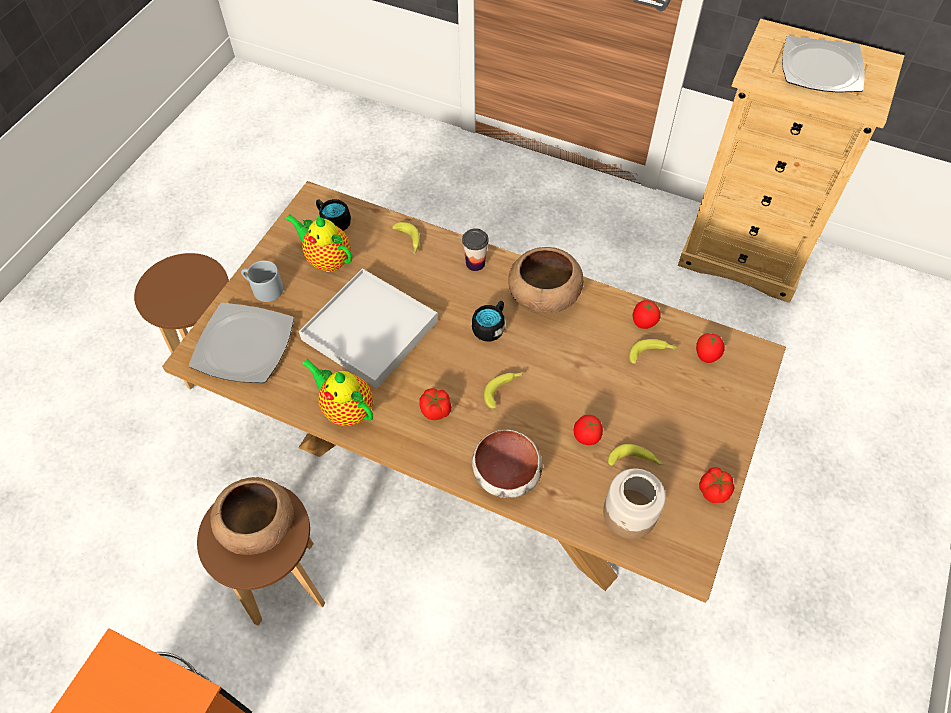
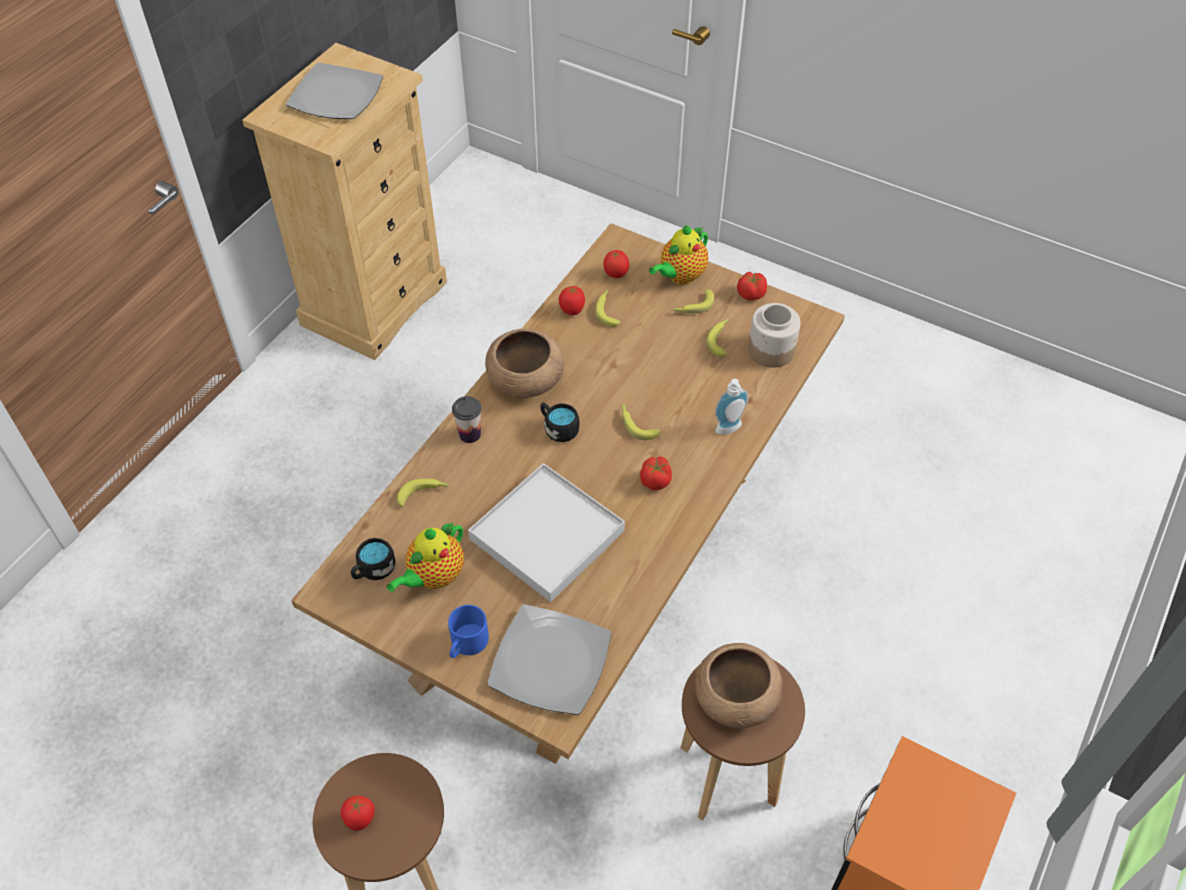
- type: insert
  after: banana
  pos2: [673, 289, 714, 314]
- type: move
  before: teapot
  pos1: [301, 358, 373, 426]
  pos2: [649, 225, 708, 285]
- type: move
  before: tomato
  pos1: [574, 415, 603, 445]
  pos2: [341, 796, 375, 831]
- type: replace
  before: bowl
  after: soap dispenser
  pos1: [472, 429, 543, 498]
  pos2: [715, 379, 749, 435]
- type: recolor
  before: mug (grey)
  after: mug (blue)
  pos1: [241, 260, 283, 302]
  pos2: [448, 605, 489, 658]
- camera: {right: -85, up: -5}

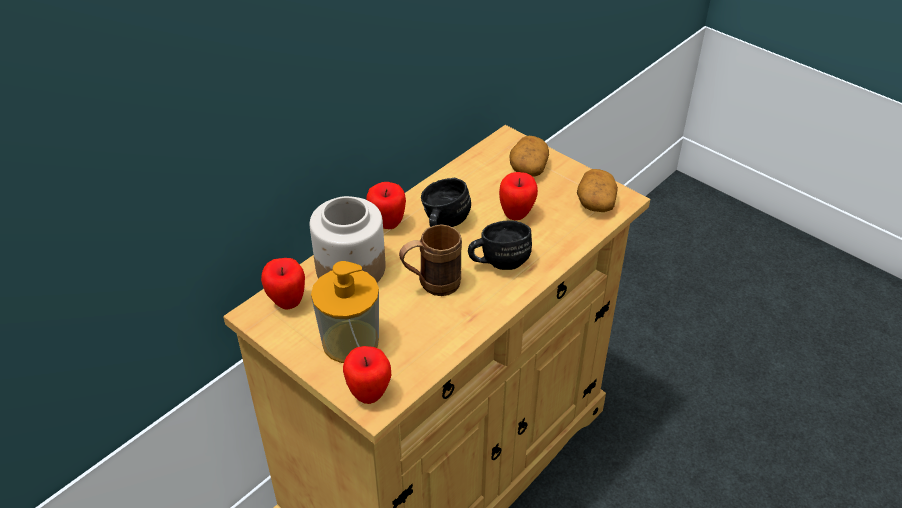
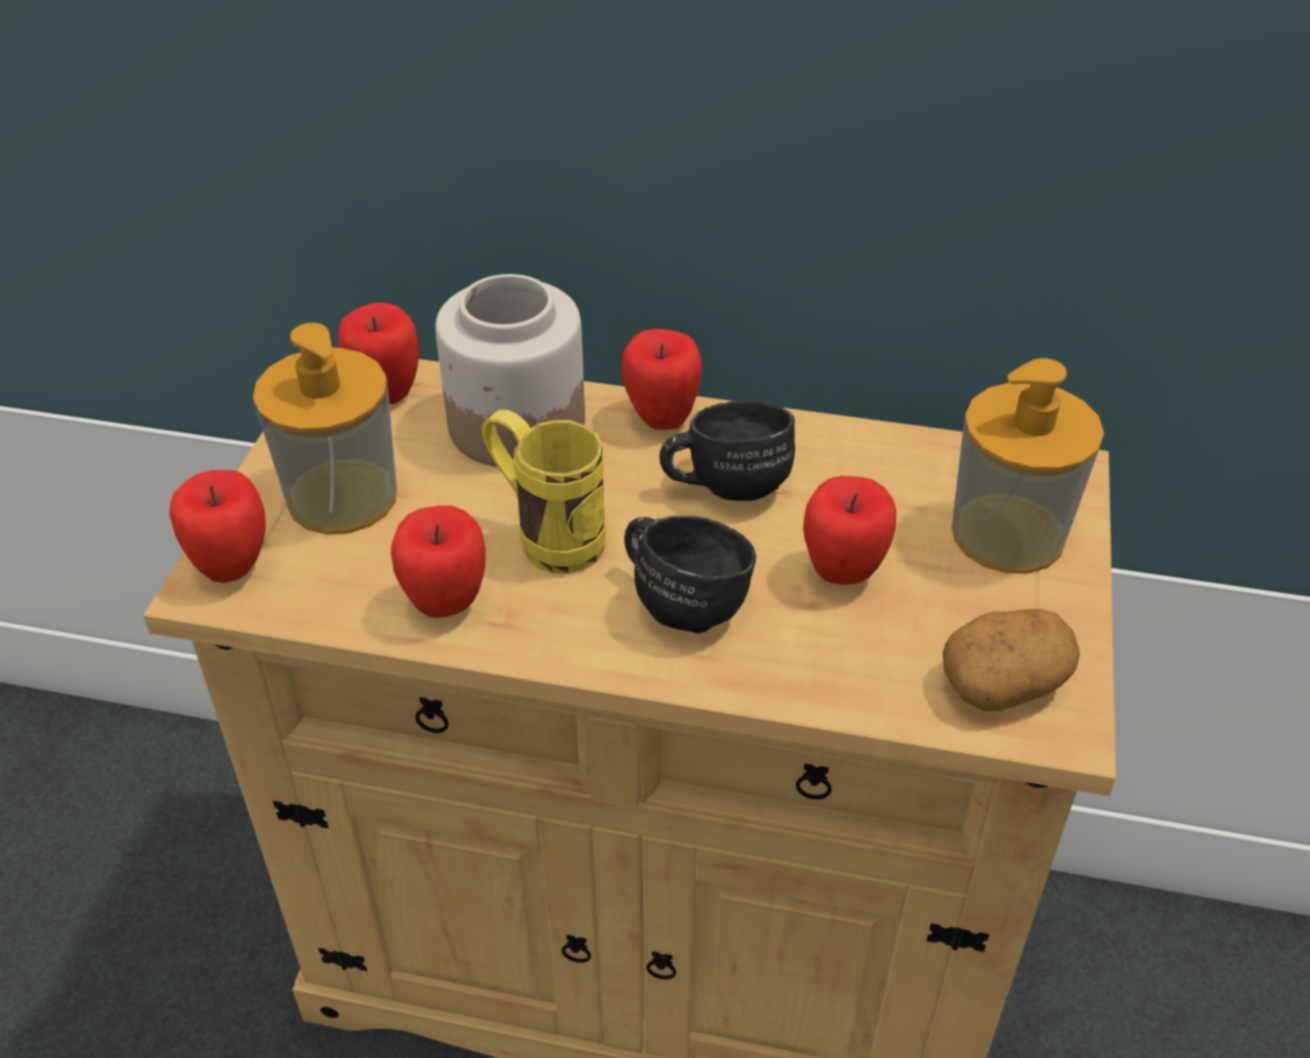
- type: insert
  after: apple
  pos2: [391, 505, 486, 618]
- type: replace
  before: potato
  after: soap dispenser
  pos1: [509, 136, 549, 177]
  pos2: [952, 358, 1104, 574]
- type: recolor
  before: mug (brown)
  after: mug (yellow)
  pos1: [399, 224, 462, 296]
  pos2: [481, 410, 606, 574]
- camera: {right: 60, up: 0}

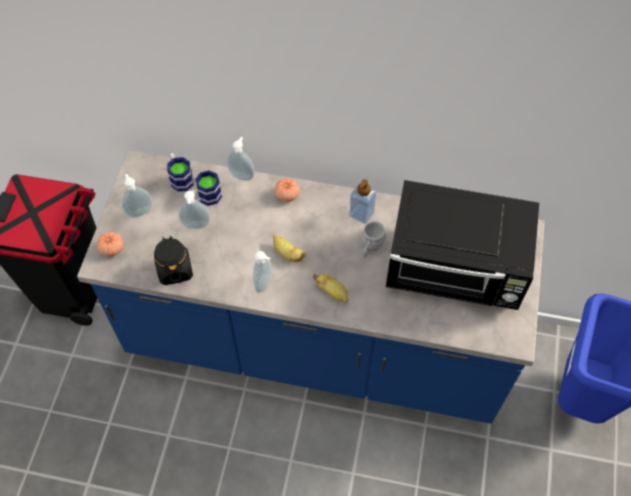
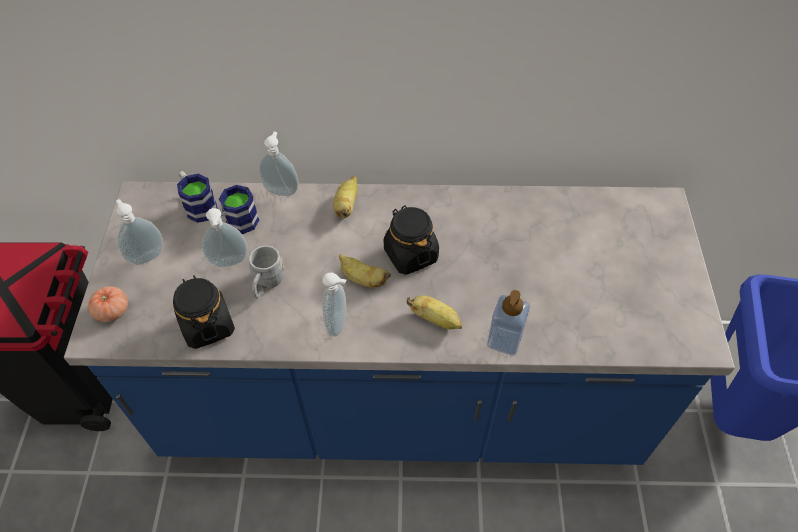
- type: delete
  before: microwave (black)
  pos1: [386, 180, 539, 310]
- type: insert
  after: jar (black)
  pos2: [384, 205, 439, 275]
- type: move
  before: soap dispenser
  pos1: [349, 179, 377, 224]
  pos2: [487, 290, 530, 355]
- type: move
  before: mug (grey)
  pos1: [362, 221, 386, 258]
  pos2: [249, 246, 284, 299]
- type: replace
  before: tomato
  after: banana
  pos1: [274, 178, 300, 202]
  pos2: [333, 176, 358, 218]
- camera: {right: -10, up: -5}

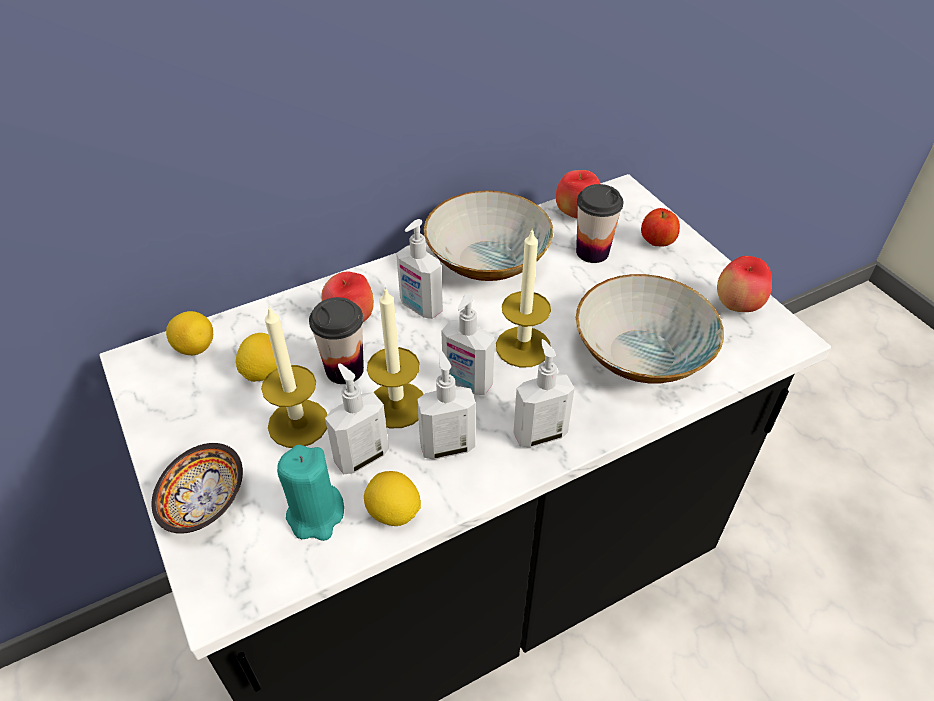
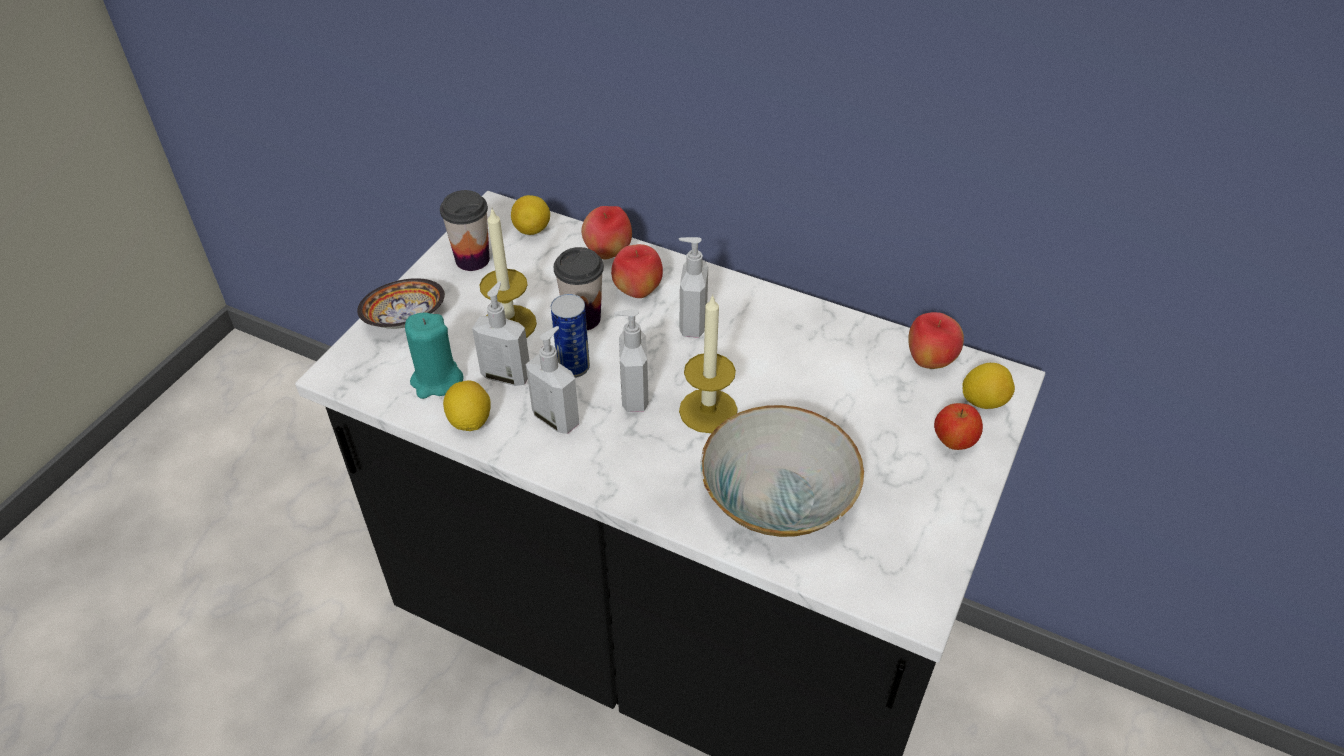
- type: delete
  before: bowl
  pos1: [424, 190, 553, 281]
- type: delete
  before: soap dispenser
  pos1: [513, 339, 575, 448]
- type: move
  before: lemon
  pos1: [236, 333, 277, 382]
  pos2: [962, 363, 1015, 409]
- type: move
  before: cup
  pos1: [576, 184, 623, 263]
  pos2: [440, 190, 490, 271]
- type: move
  before: apple
  pos1: [717, 256, 772, 312]
  pos2: [581, 206, 632, 259]
- type: replace
  before: candle
  after: can
  pos1: [367, 287, 424, 428]
  pos2: [551, 294, 590, 378]
- camera: {right: 55, up: 0}

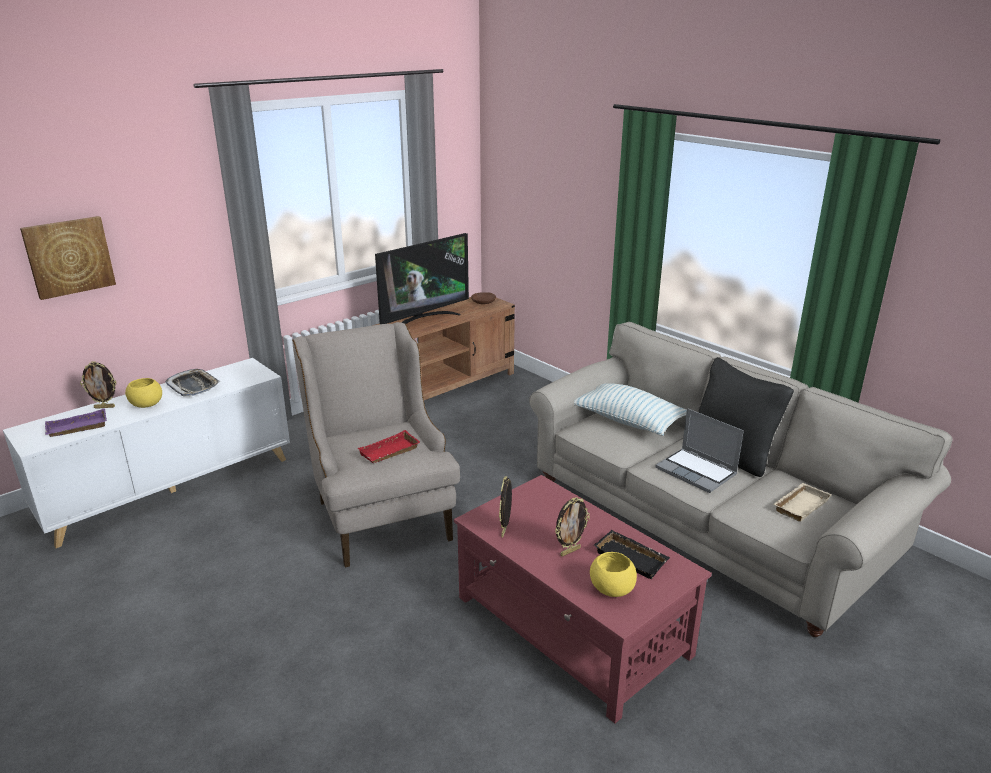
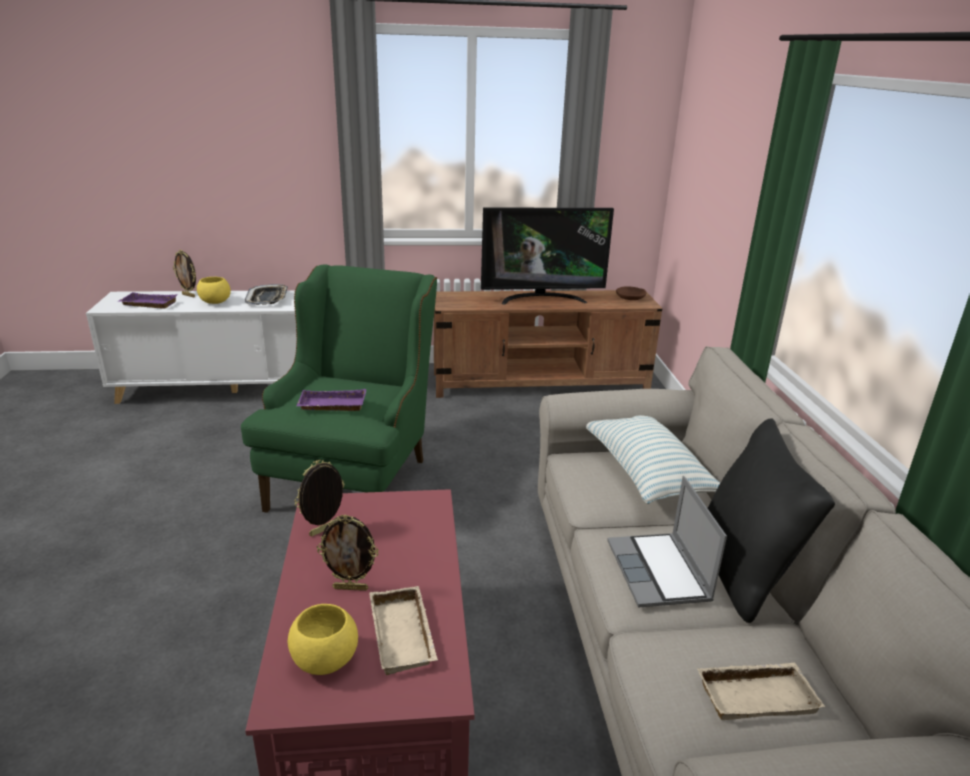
- type: delete
  before: picture
  pos1: [20, 216, 116, 300]
- type: recolor
  before: armchair (beige)
  after: armchair (green)
  pos1: [292, 322, 460, 568]
  pos2: [241, 264, 437, 513]
- type: recolor
  before: tray (red)
  after: tray (purple)
  pos1: [358, 430, 420, 463]
  pos2: [296, 389, 366, 411]
- type: recolor
  before: tray (black)
  after: tray (beige)
  pos1: [594, 530, 670, 579]
  pos2: [370, 586, 438, 675]
- camera: {right: 35, up: 0}

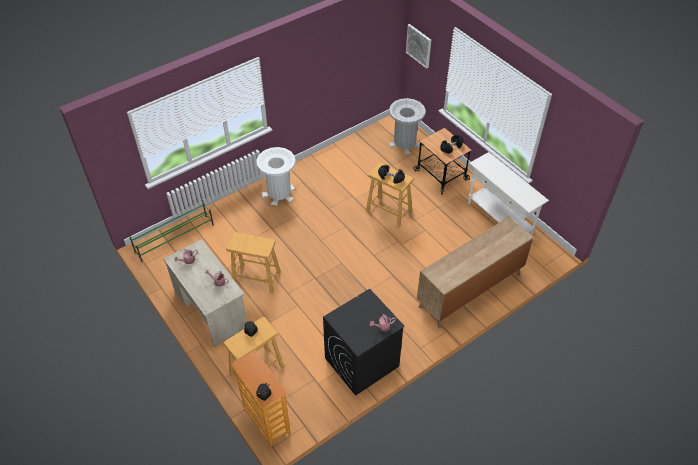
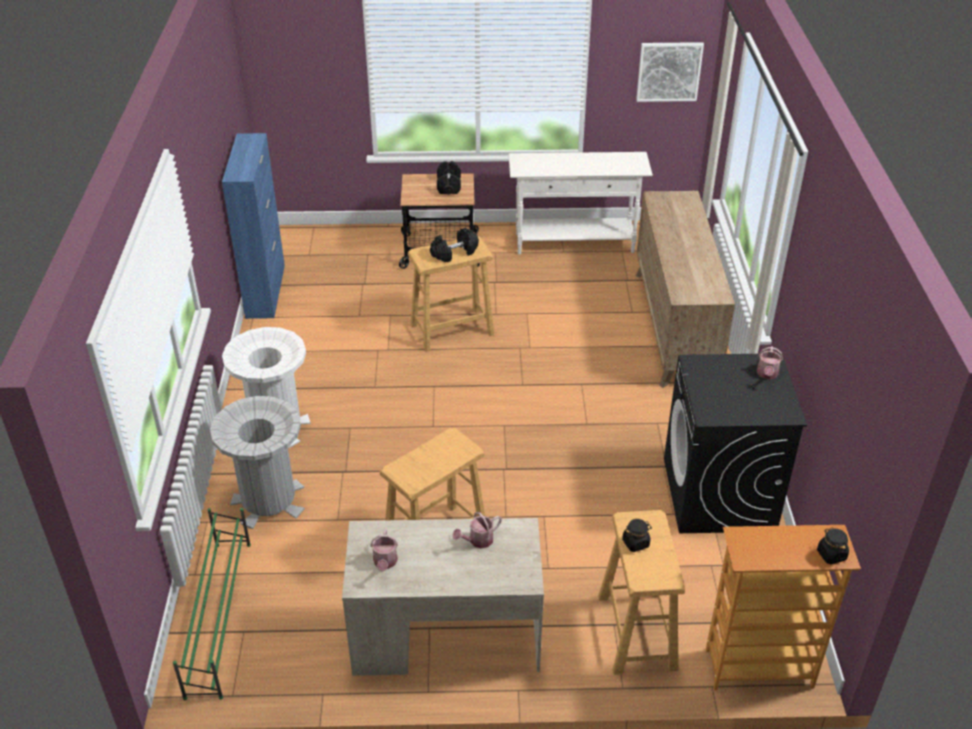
- type: insert
  after: cabinet (blue)
  pos2: [222, 133, 285, 319]
- type: move
  before: trash can (grey)
  pos1: [389, 98, 426, 154]
  pos2: [210, 396, 304, 529]
- type: move
  before: picture
  pos1: [406, 24, 431, 69]
  pos2: [636, 42, 704, 102]
- camera: {right: -55, up: -10}

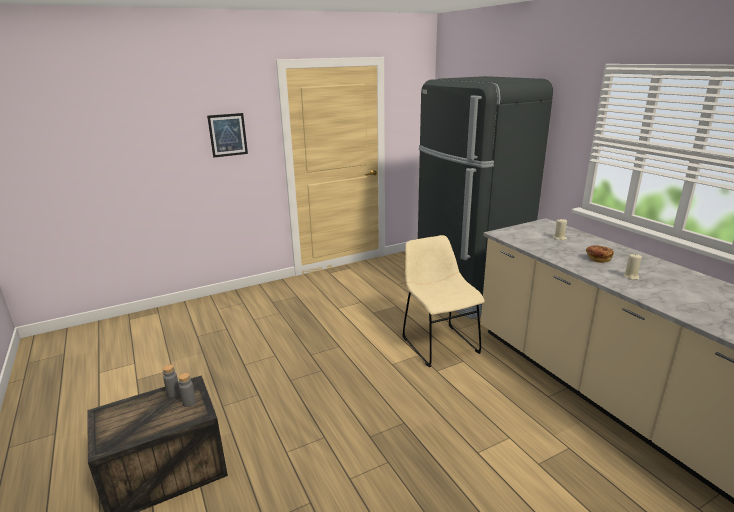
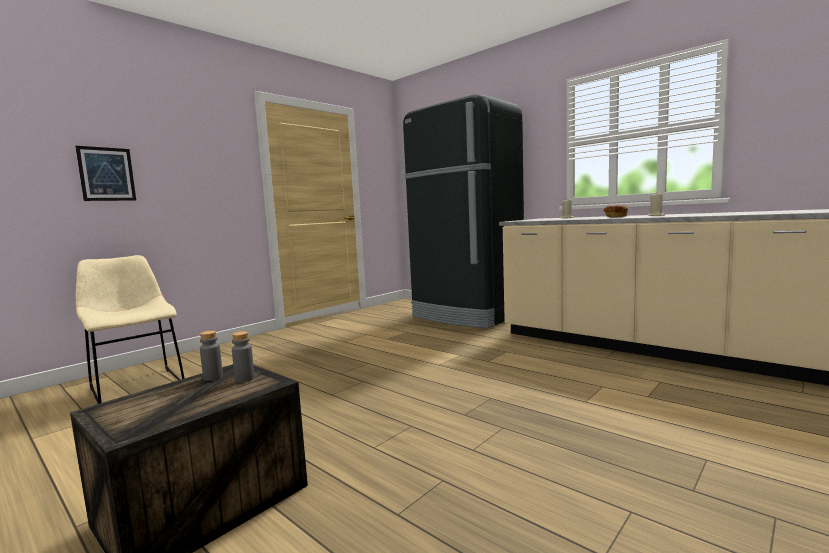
- type: move
  before: picture
  pos1: [207, 113, 248, 158]
  pos2: [75, 146, 136, 201]
- type: move
  before: chair (beige)
  pos1: [402, 235, 485, 367]
  pos2: [75, 255, 185, 404]
- camera: {right: -20, up: -15}

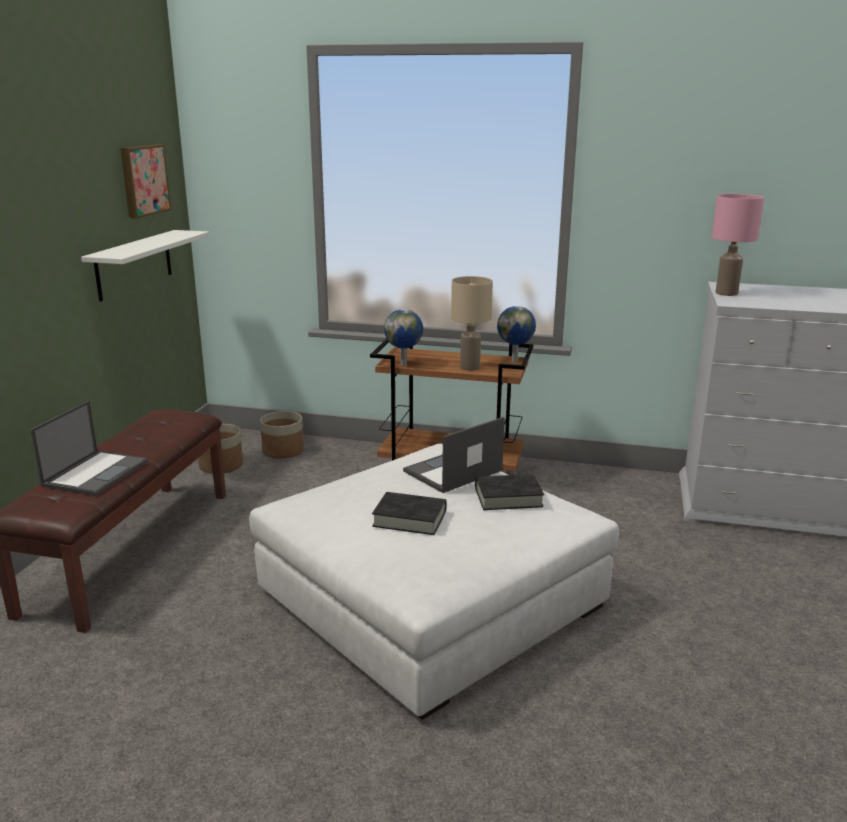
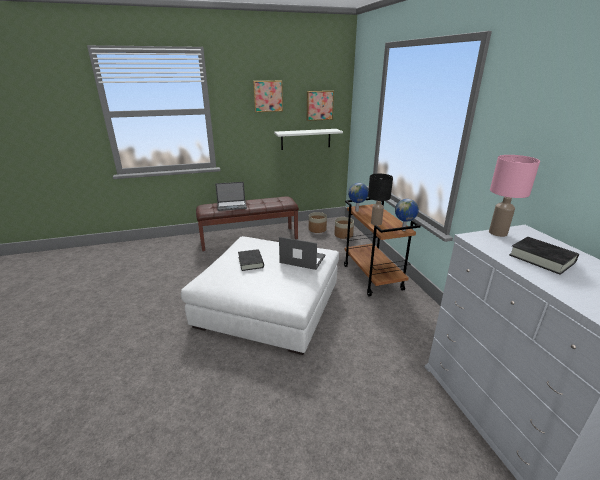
- type: insert
  after: picture
  pos2: [253, 81, 283, 112]
- type: move
  before: book (black)
  pos1: [475, 474, 544, 510]
  pos2: [509, 237, 579, 275]
- type: recolor
  before: table lamp (beige)
  after: table lamp (black)
  pos1: [451, 276, 493, 371]
  pos2: [368, 174, 393, 225]
- camera: {right: 60, up: 5}

